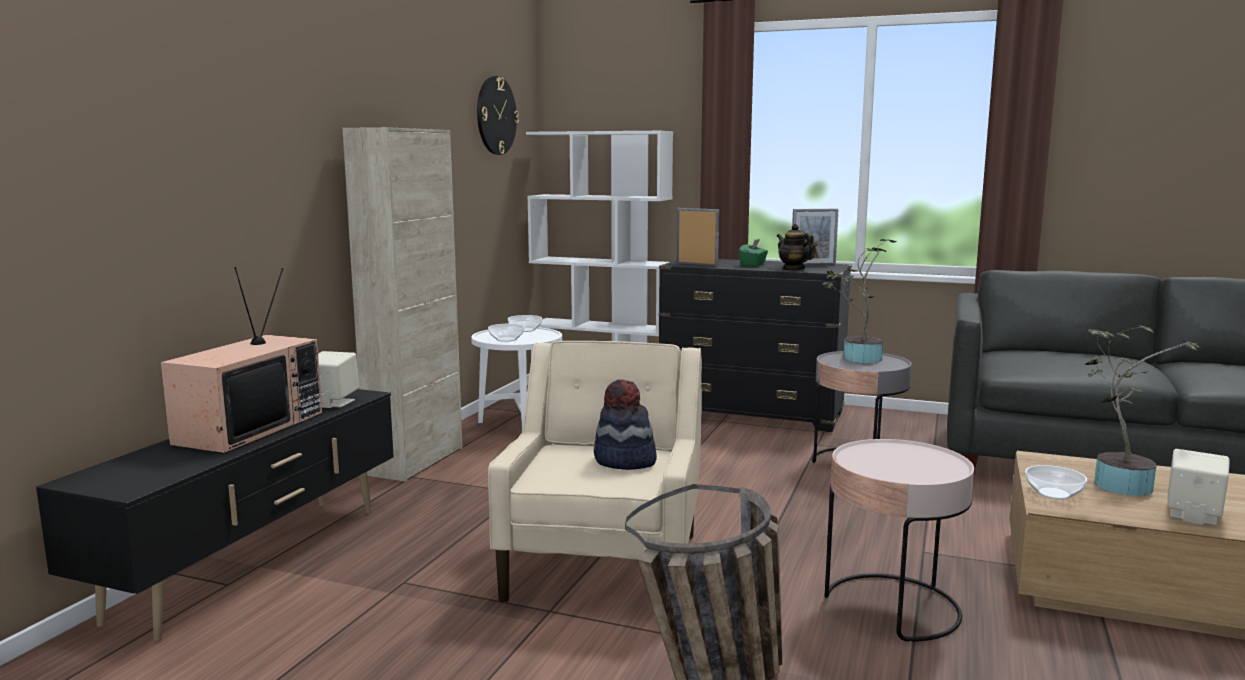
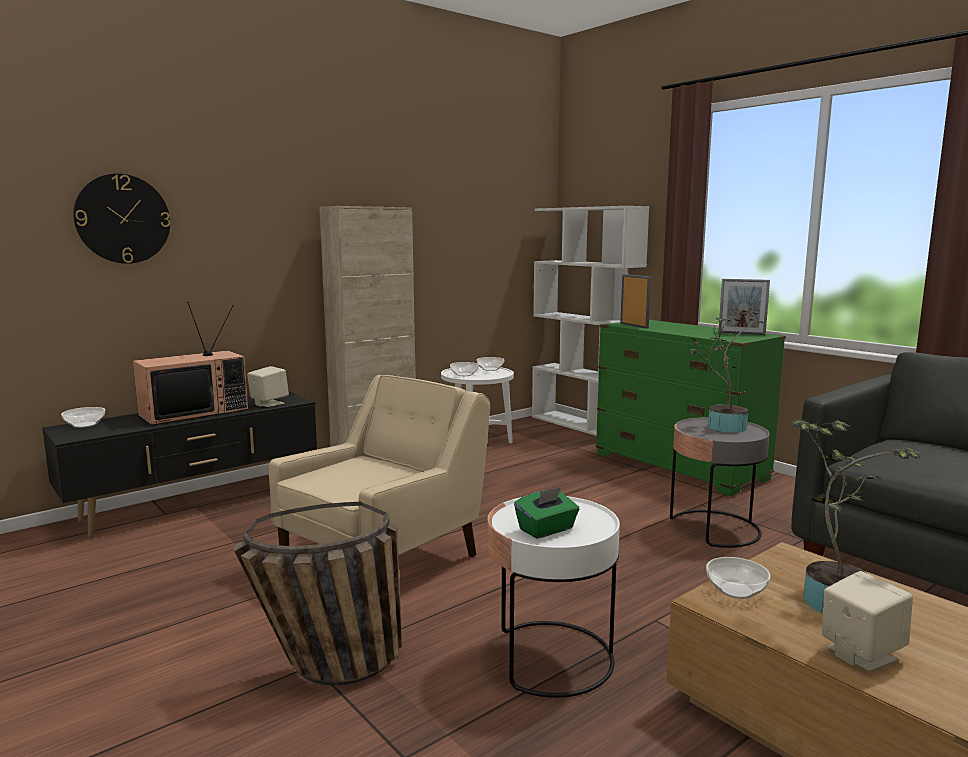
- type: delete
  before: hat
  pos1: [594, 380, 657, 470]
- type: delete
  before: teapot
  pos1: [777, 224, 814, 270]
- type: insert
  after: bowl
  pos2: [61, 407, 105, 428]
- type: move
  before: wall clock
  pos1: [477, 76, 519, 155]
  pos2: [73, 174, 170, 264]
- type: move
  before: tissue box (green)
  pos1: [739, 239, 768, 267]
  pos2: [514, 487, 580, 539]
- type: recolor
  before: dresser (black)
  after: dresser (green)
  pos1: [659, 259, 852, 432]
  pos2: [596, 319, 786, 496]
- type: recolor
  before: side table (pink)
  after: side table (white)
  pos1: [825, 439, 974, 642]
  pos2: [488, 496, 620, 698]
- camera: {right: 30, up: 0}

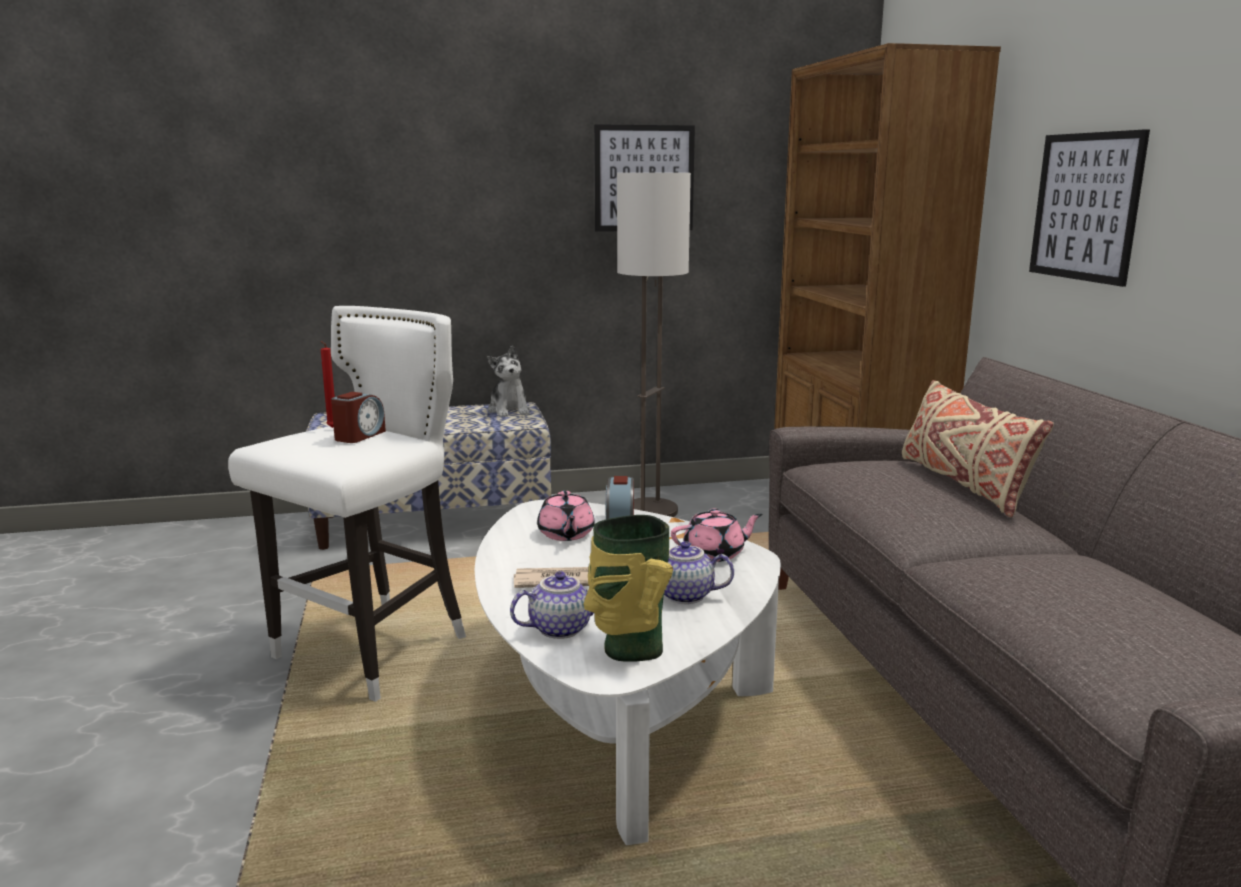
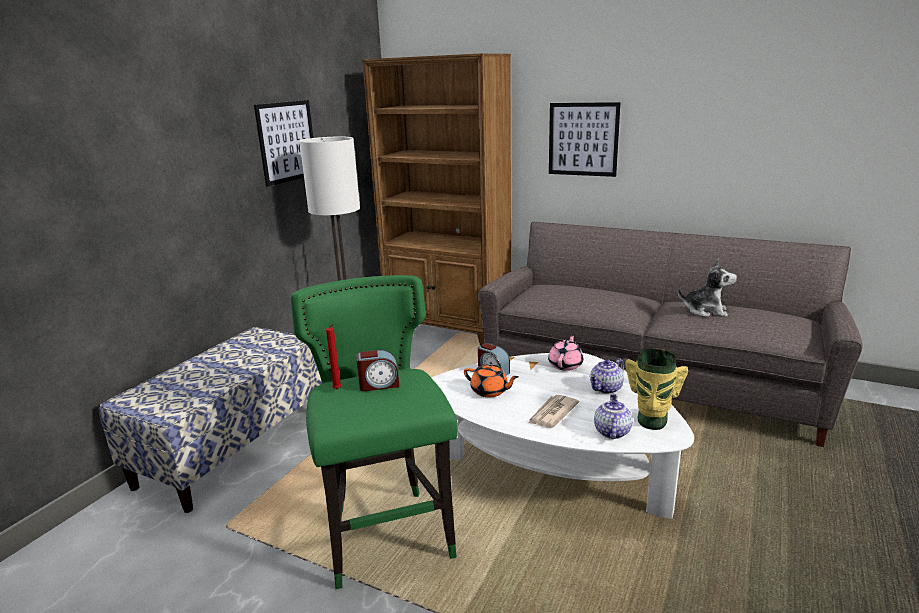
- type: delete
  before: pillow (beige)
  pos1: [902, 380, 1054, 517]
- type: move
  before: plush toy
  pos1: [487, 346, 530, 417]
  pos2: [678, 259, 737, 317]
- type: recolor
  before: stool (white)
  after: stool (green)
  pos1: [228, 306, 466, 702]
  pos2: [290, 275, 458, 589]
- type: recolor
  before: teapot (pink)
  after: teapot (orange)
  pos1: [537, 491, 595, 541]
  pos2: [464, 364, 519, 397]
- type: rotate
  before: alarm clock
  pos1: [331, 392, 386, 443]
  pos2: [356, 350, 399, 391]
  turn: 105
- camera: {right: -50, up: 5}

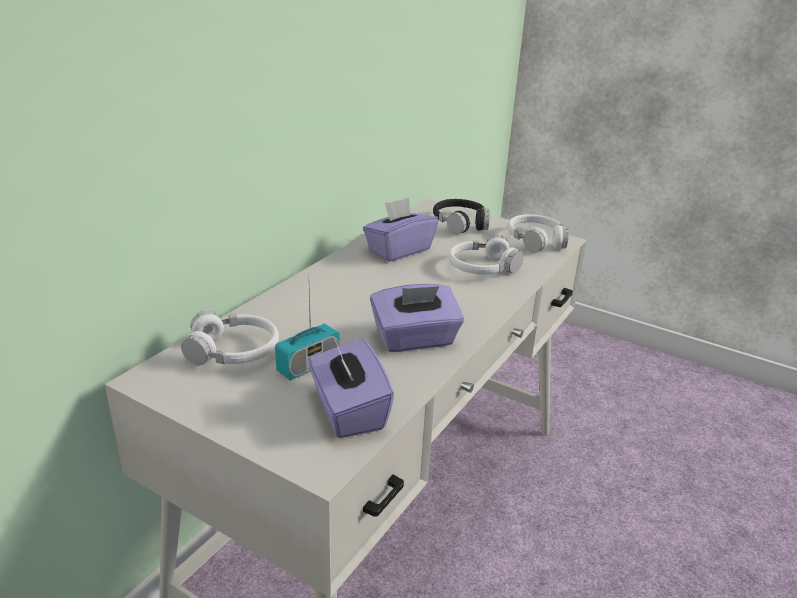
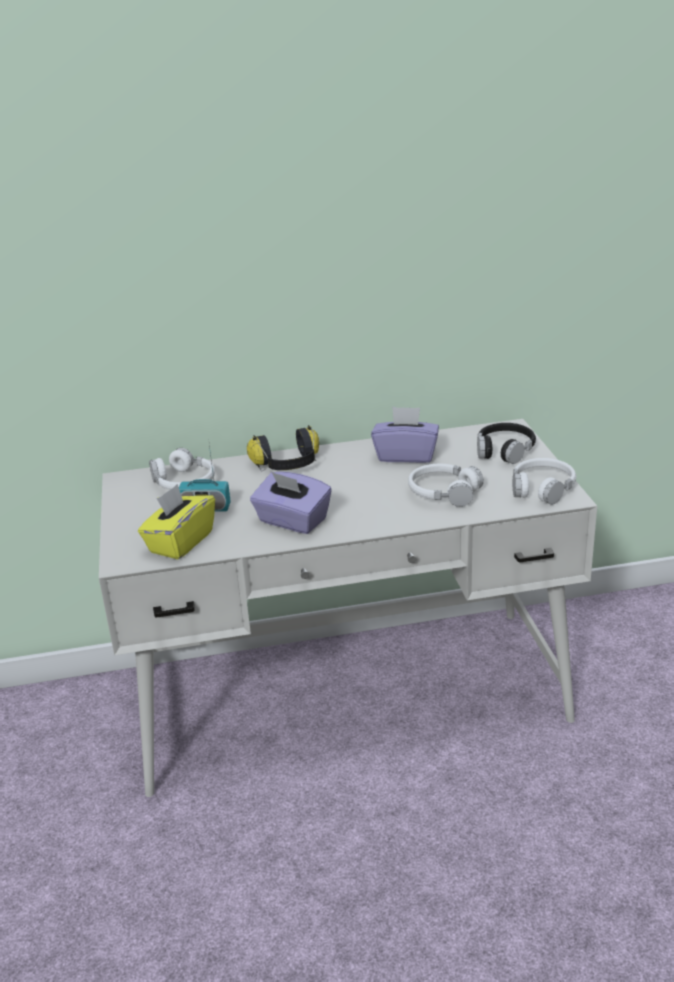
- type: insert
  after: headphones
  pos2: [247, 425, 319, 472]
- type: recolor
  before: tissue box (purple)
  after: tissue box (yellow)
  pos1: [308, 338, 394, 438]
  pos2: [138, 484, 215, 559]
- camera: {right: 50, up: 0}

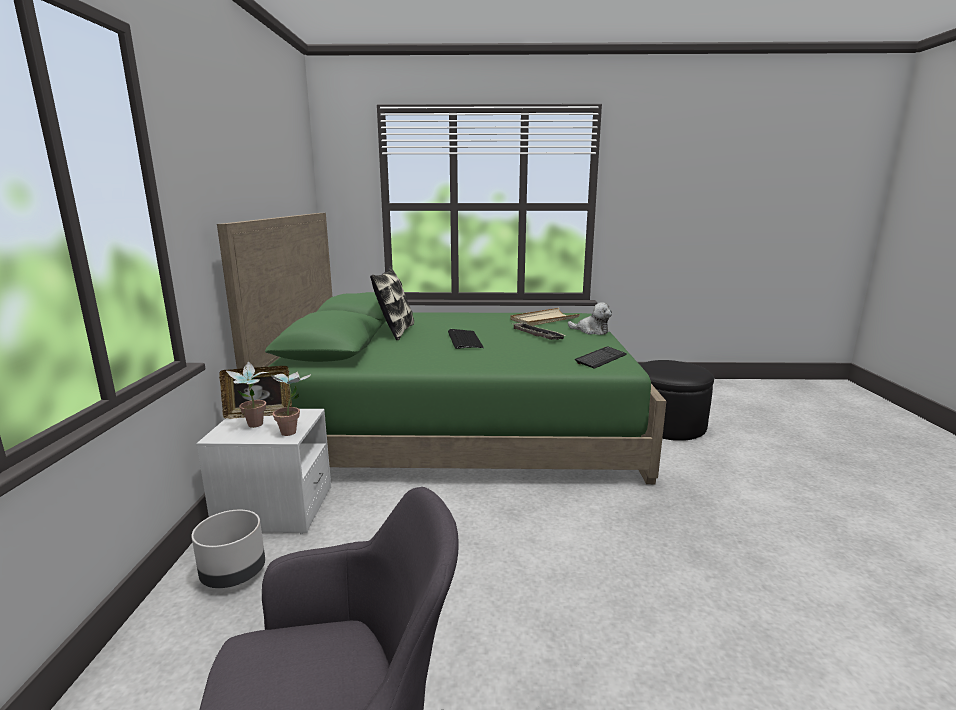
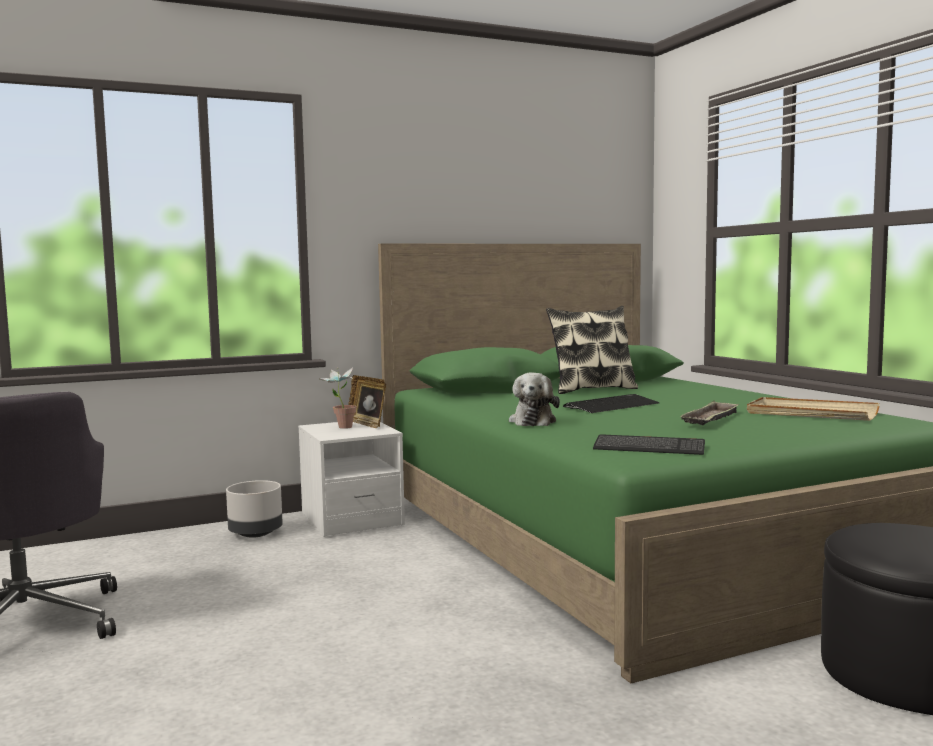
- type: delete
  before: potted plant
  pos1: [271, 369, 311, 436]
- type: move
  before: plush toy
  pos1: [568, 302, 612, 335]
  pos2: [509, 373, 560, 426]
- camera: {right: 65, up: -10}

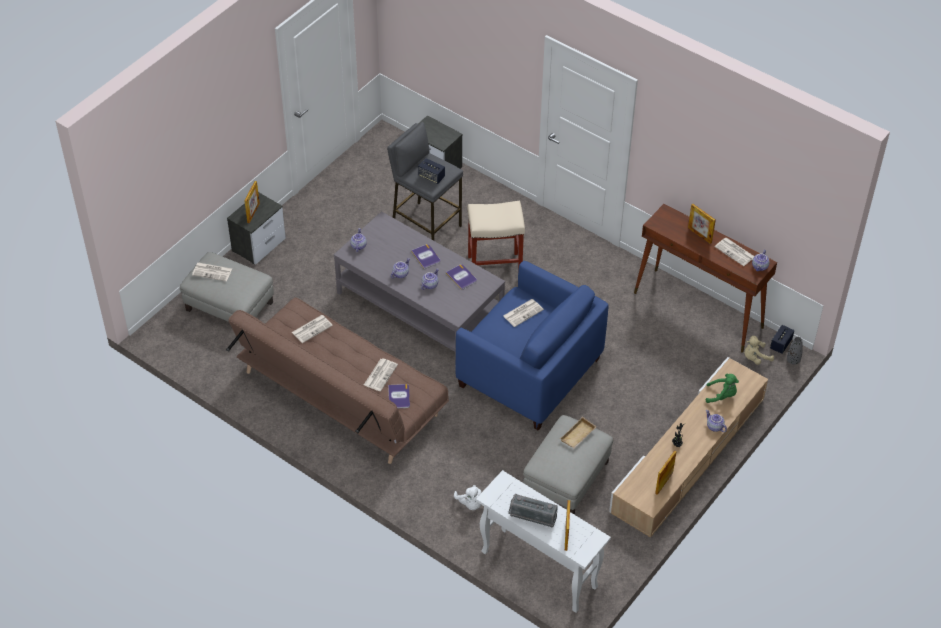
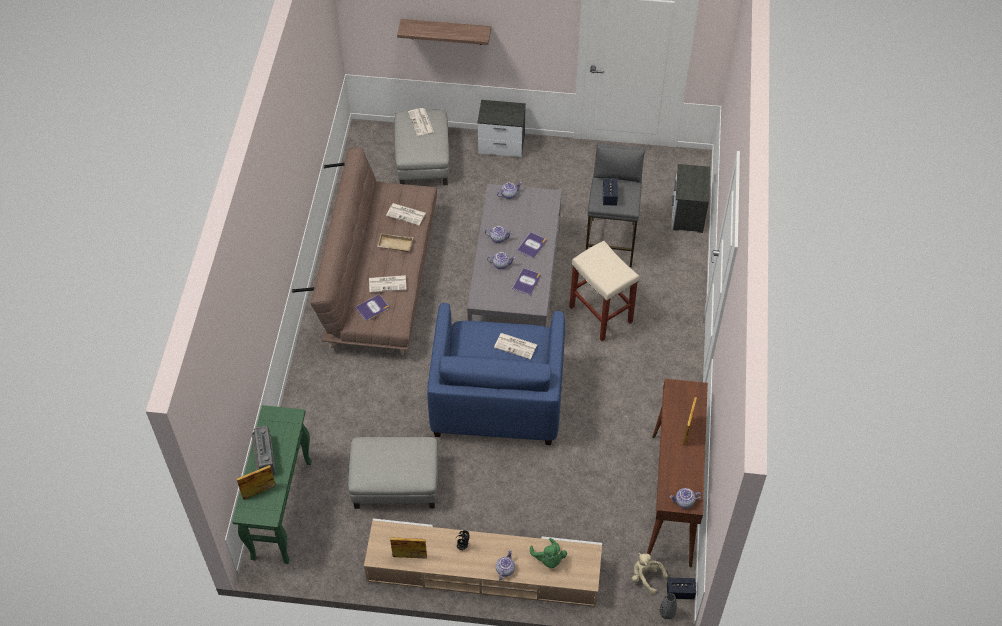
- type: delete
  before: picture frame
  pos1: [244, 181, 260, 223]
- type: delete
  before: plush toy (white)
  pos1: [454, 485, 481, 510]
- type: delete
  before: newspaper
  pos1: [715, 238, 754, 266]
- type: insert
  after: shelf
  pos2: [397, 19, 491, 45]
- type: move
  before: tray (beige)
  pos1: [560, 417, 597, 449]
  pos2: [377, 233, 413, 252]
- type: recolor
  before: console table (white)
  after: console table (green)
  pos1: [476, 470, 611, 613]
  pos2: [232, 405, 312, 564]
- camera: {right: 60, up: 5}

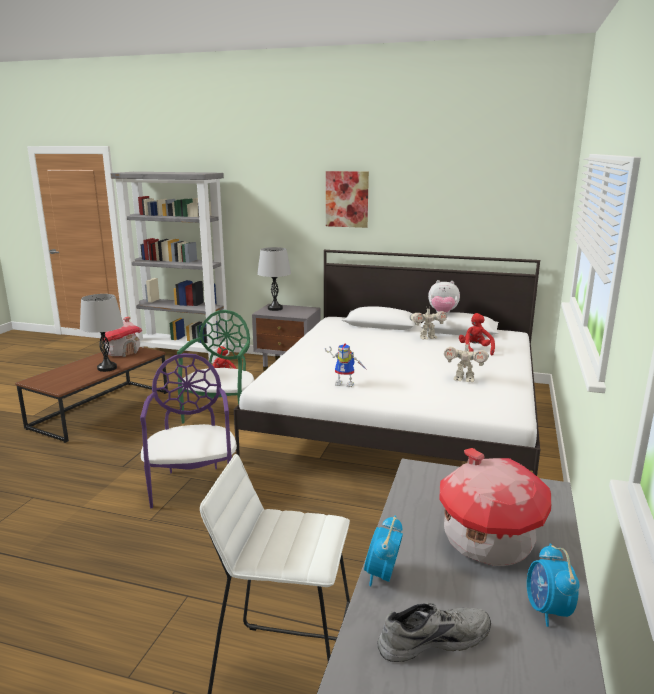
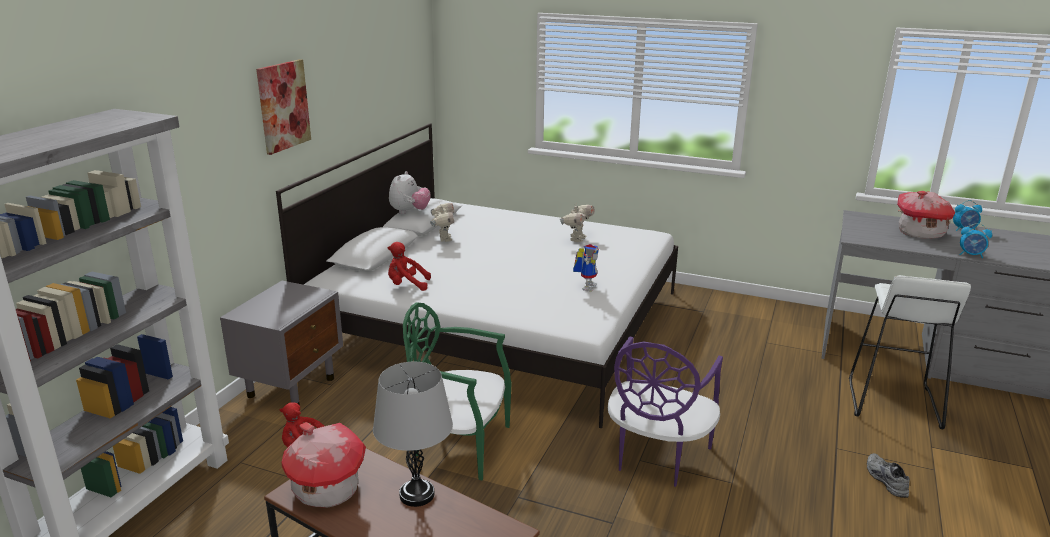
- type: delete
  before: table lamp (grey)
  pos1: [257, 247, 291, 311]
- type: move
  before: shoe (grey)
  pos1: [377, 603, 491, 662]
  pos2: [867, 453, 910, 498]
- type: move
  before: plush toy (red)
  pos1: [459, 313, 495, 355]
  pos2: [388, 242, 431, 291]
- type: rotate
  before: chair (purple)
  pos1: [140, 353, 237, 508]
  pos2: [608, 337, 723, 487]
  turn: -60
- camera: {right: -85, up: 5}

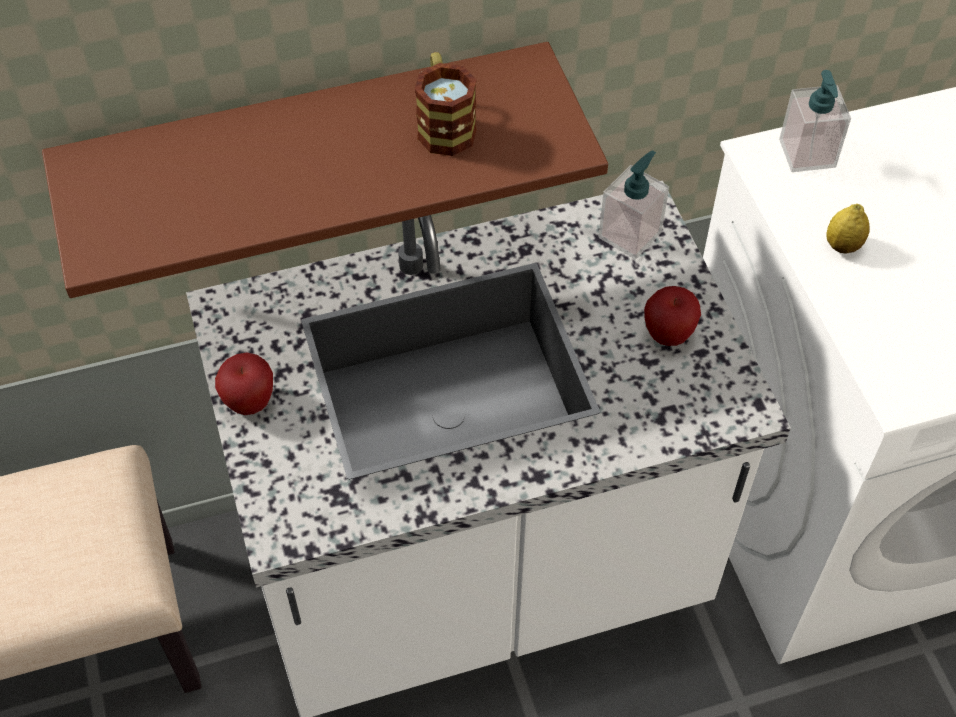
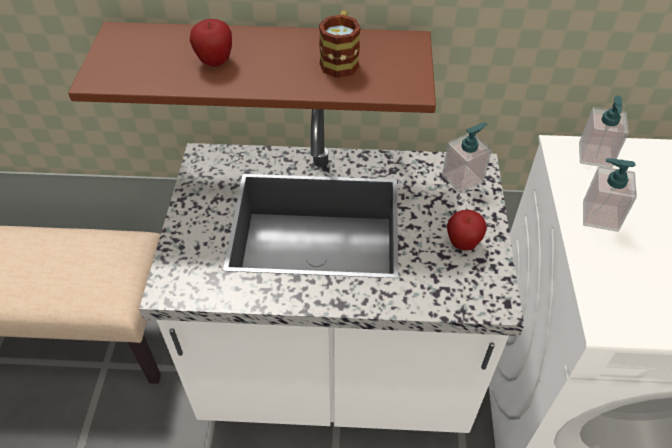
- type: move
  before: apple
  pos1: [215, 352, 273, 415]
  pos2: [190, 19, 232, 67]
- type: replace
  before: lemon
  after: soap dispenser
  pos1: [827, 204, 869, 253]
  pos2: [583, 158, 637, 232]
- camera: {right: 20, up: -5}

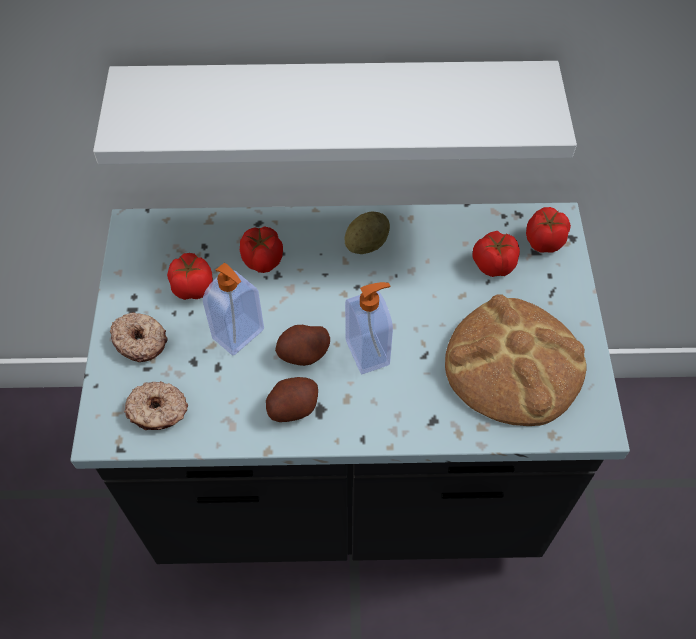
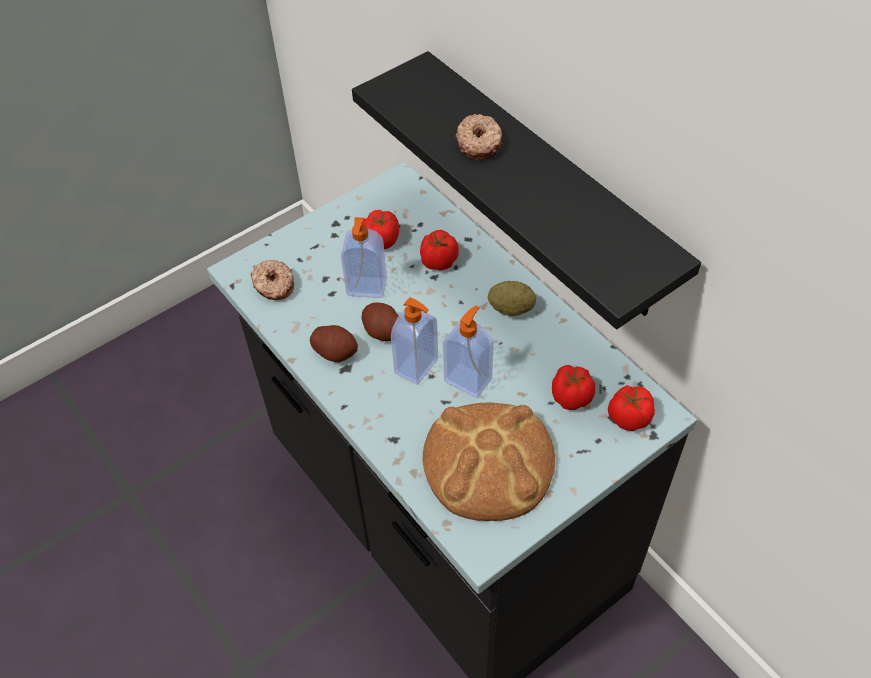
- type: insert
  after: soap dispenser
  pos2: [443, 305, 494, 398]
- type: move
  before: donut
  pos1: [110, 312, 168, 362]
  pos2: [455, 114, 502, 160]
- type: recolor
  before: shelf (white)
  after: shelf (black)
  pos1: [93, 61, 577, 164]
  pos2: [352, 51, 701, 329]
- camera: {right: 55, up: -5}

